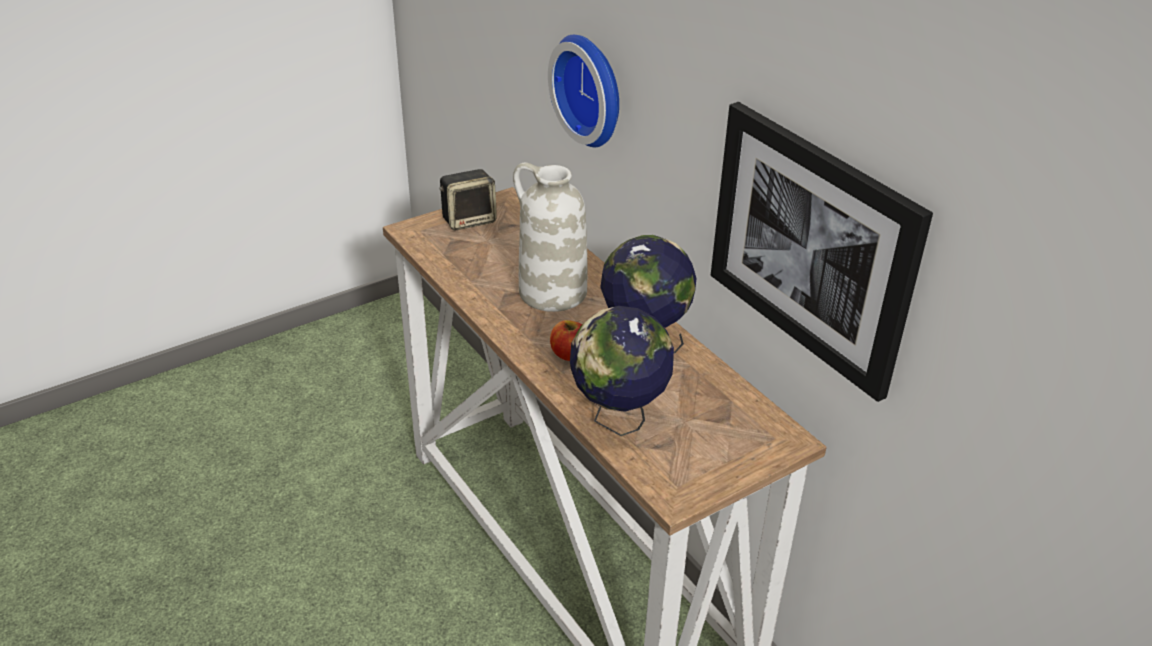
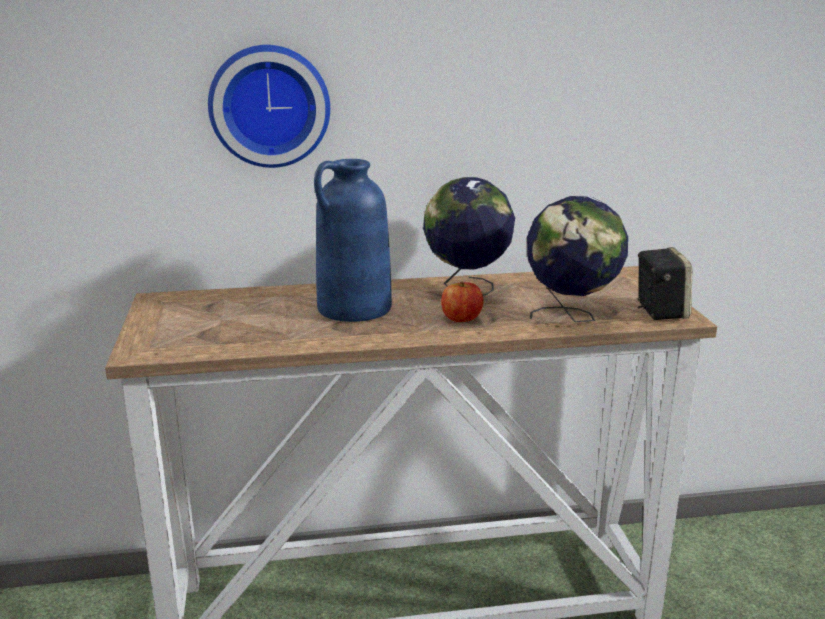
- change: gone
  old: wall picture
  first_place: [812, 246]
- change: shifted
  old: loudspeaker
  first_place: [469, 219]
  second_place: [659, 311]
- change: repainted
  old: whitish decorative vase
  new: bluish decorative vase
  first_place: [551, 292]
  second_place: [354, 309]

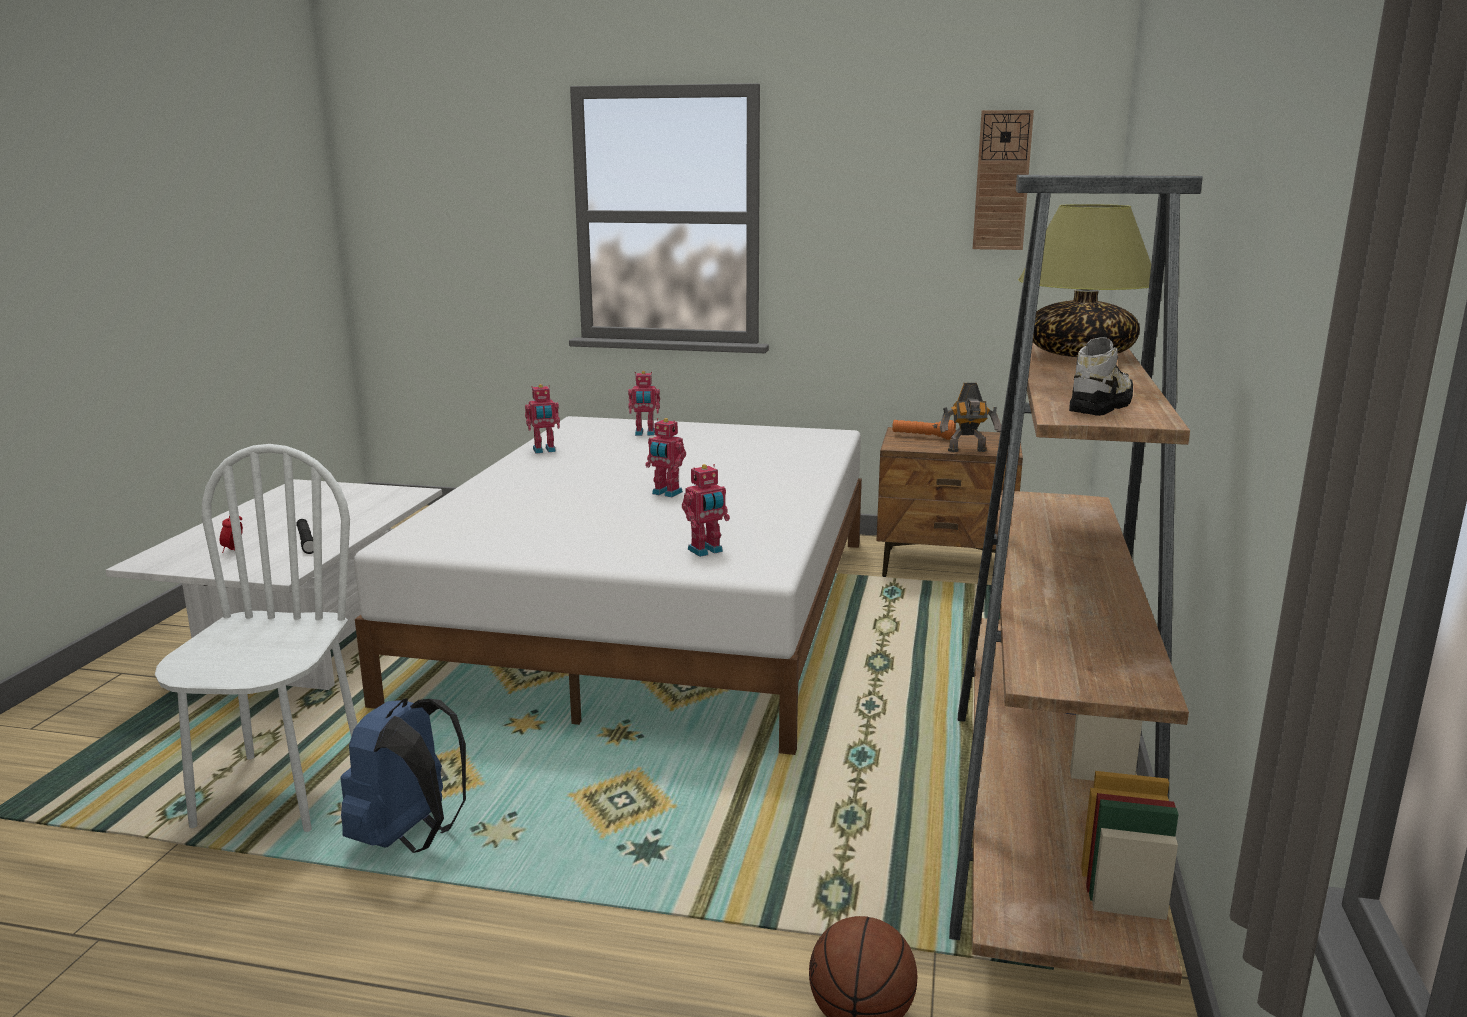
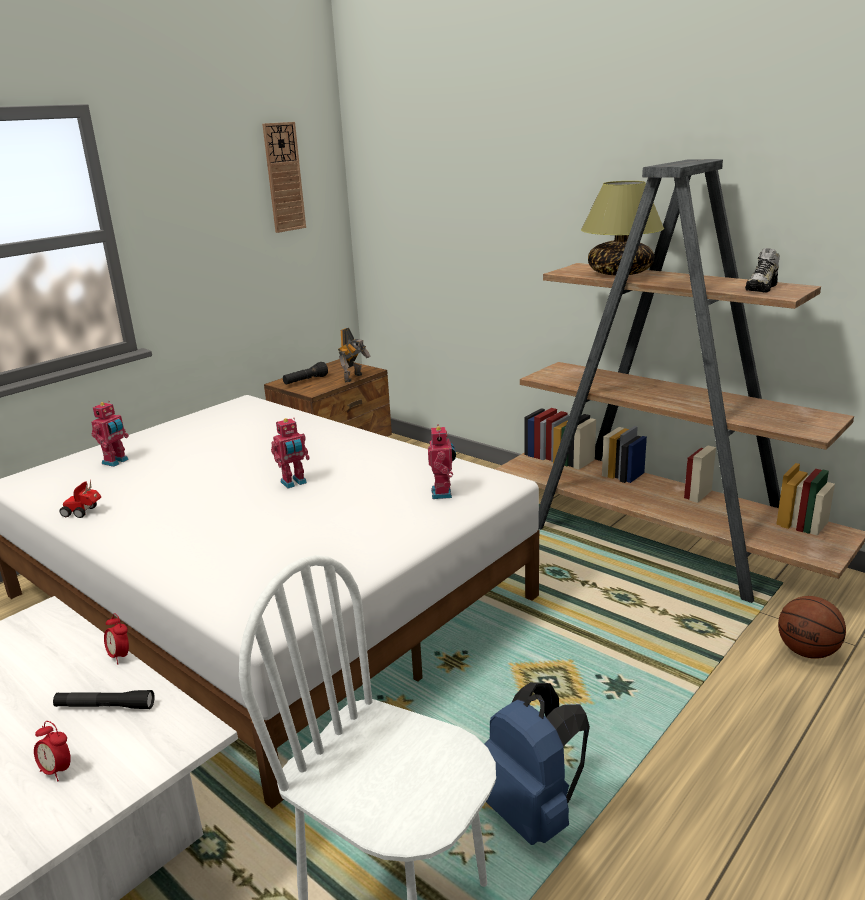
- change: new
  new: bedside clock
  second_place: [120, 656]
- change: swapped
  old: model robot
  new: miniature car
  first_place: [544, 450]
  second_place: [84, 512]
- change: repainted
  old: orange-coloured flashlight
  new: black-coloured flashlight
  first_place: [923, 437]
  second_place: [305, 381]
- change: rotated
  old: shoe
  first_place: [1100, 406]
  second_place: [761, 288]
  degrees: -120

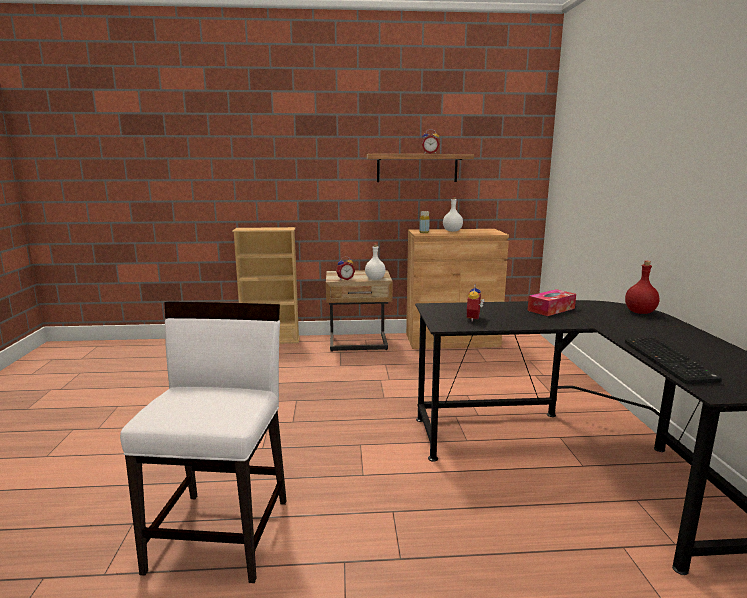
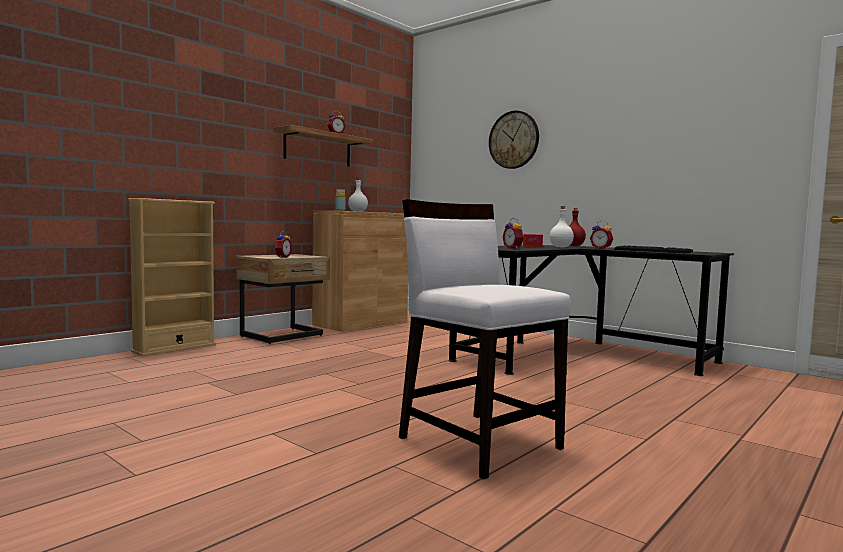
- change: new
  new: hanging clock
  second_place: [514, 140]
- change: new
  new: bedside clock
  second_place: [601, 249]
- change: shifted
  old: whitish bottle
  first_place: [375, 279]
  second_place: [561, 247]

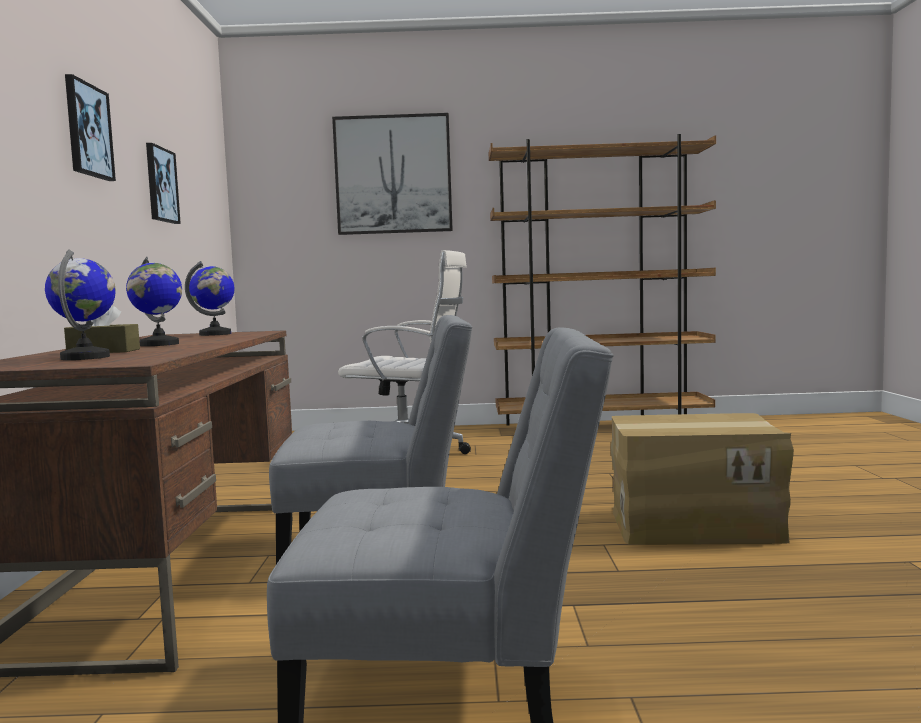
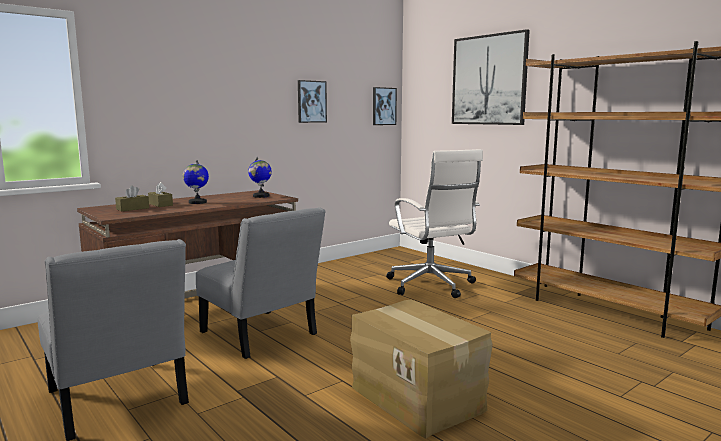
- change: shifted
  old: wall picture
  first_place: [88, 130]
  second_place: [383, 106]
- change: swapped
  old: globe
  new: brown-coloured tissue holder
  first_place: [86, 357]
  second_place: [132, 208]

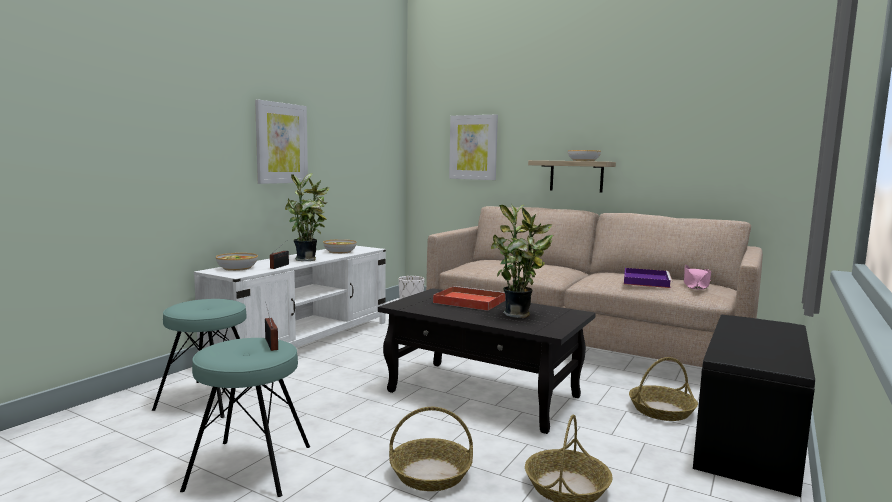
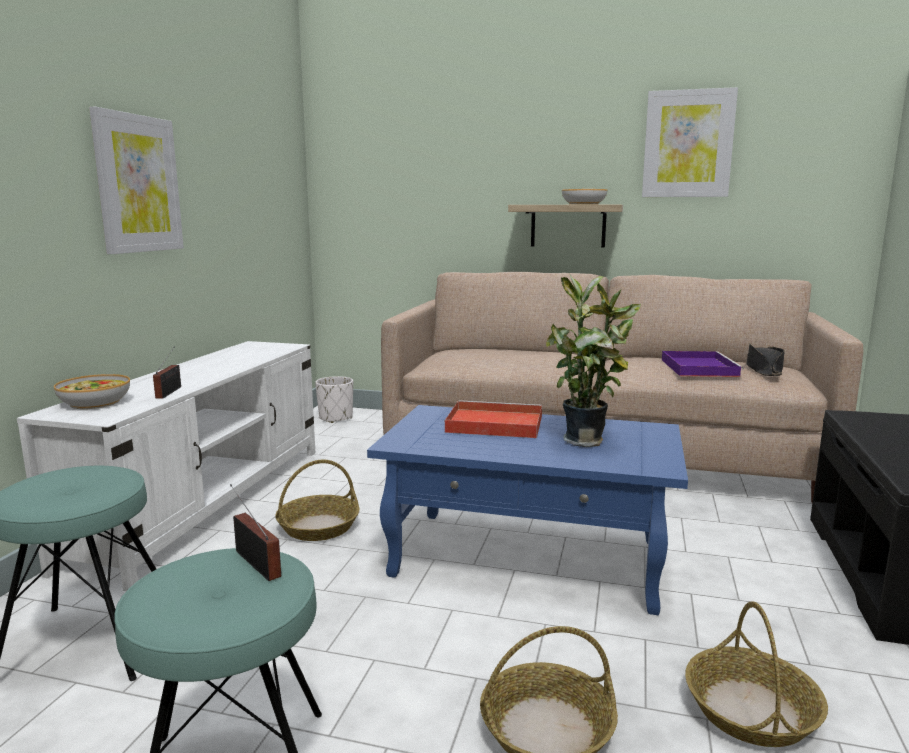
- change: gone
  old: plant in a pot
  first_place: [308, 259]
- change: gone
  old: bowl
  first_place: [339, 251]
- change: shifted
  old: wall picture
  first_place: [473, 147]
  second_place: [688, 144]
- change: shifted
  old: household basket
  first_place: [661, 410]
  second_place: [319, 527]
- change: repainted
  old: black-coloured low table
  new: bluish low table
  first_place: [485, 394]
  second_place: [530, 558]
- change: repainted
  old: pinkish wearable hat
  new: black-coloured wearable hat
  first_place: [696, 285]
  second_place: [763, 369]

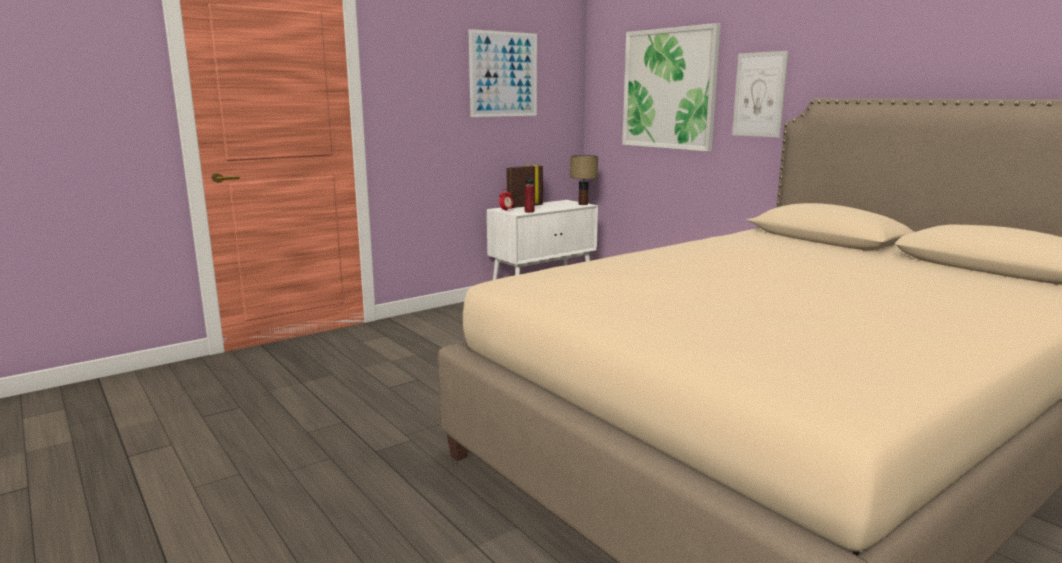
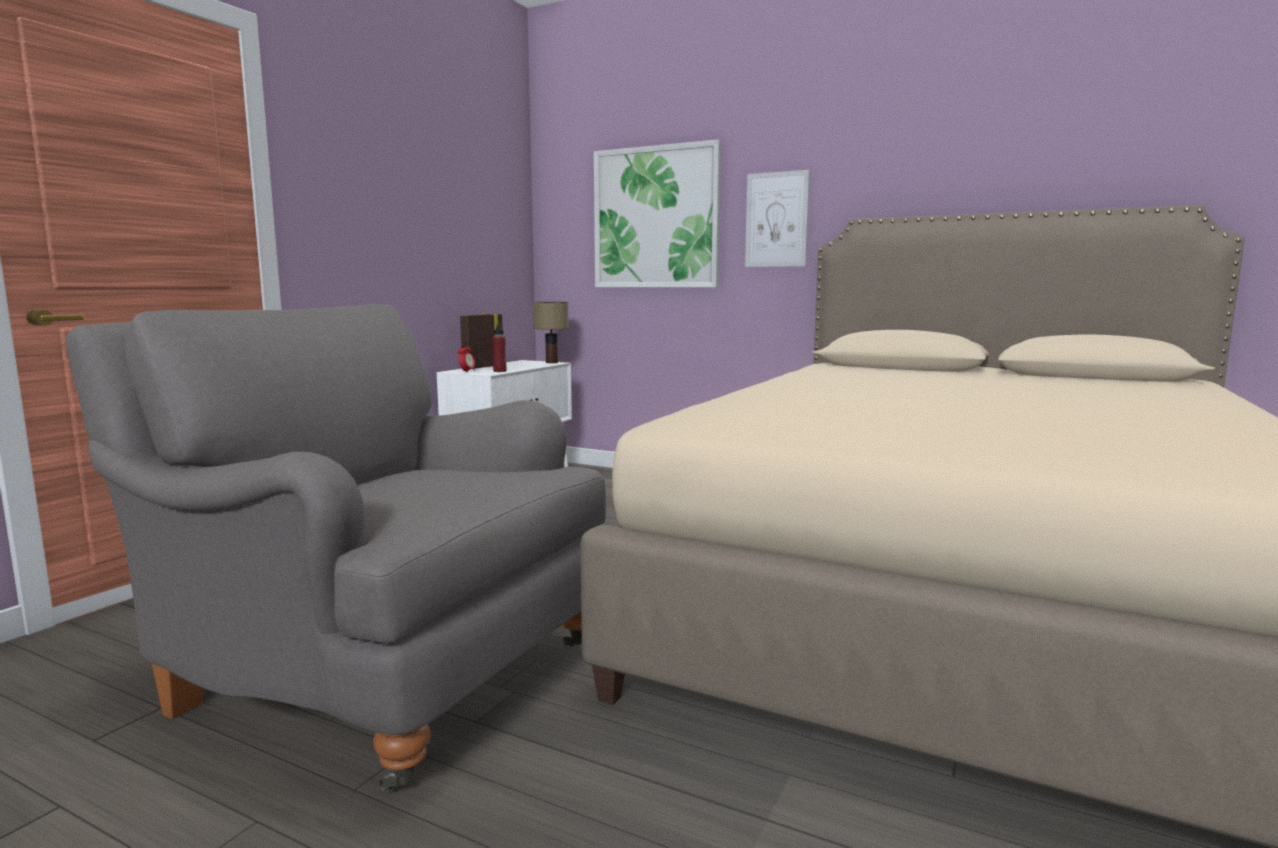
- change: gone
  old: wall picture
  first_place: [503, 74]
- change: new
  new: greyish easy chair
  second_place: [377, 671]

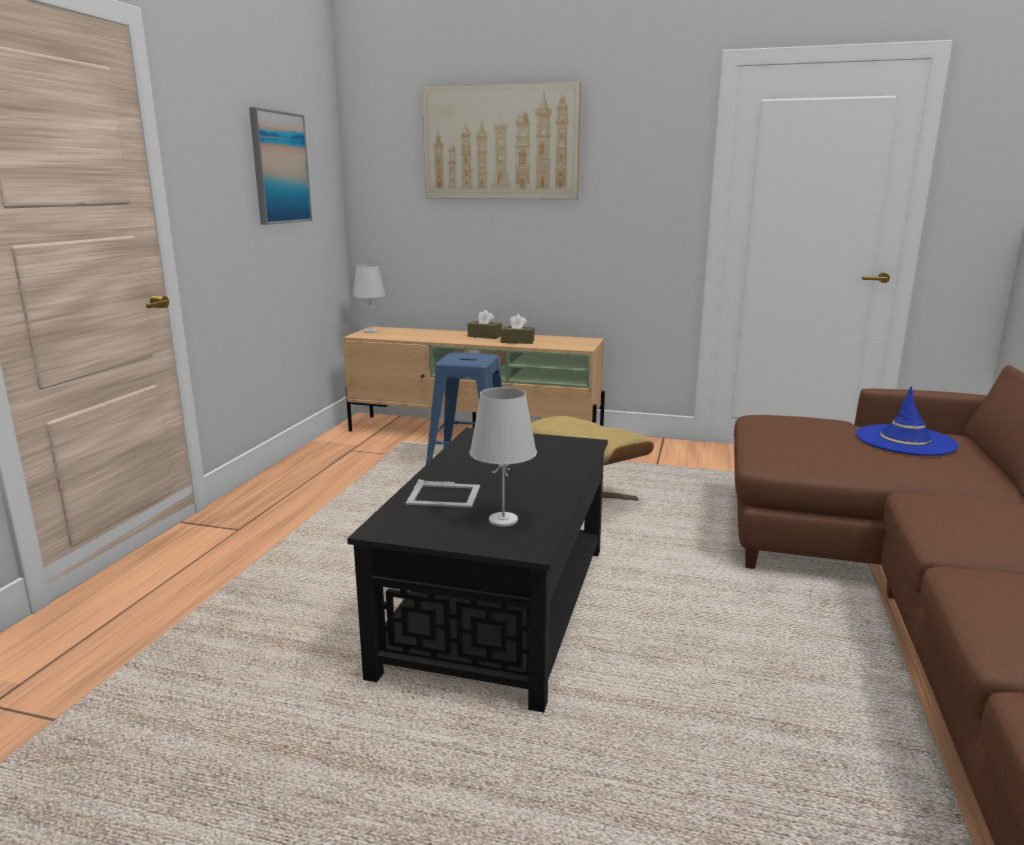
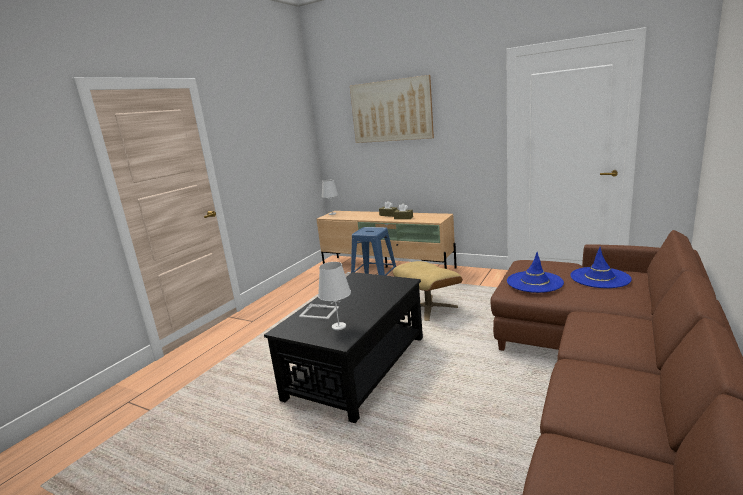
- change: gone
  old: wall picture
  first_place: [279, 168]
- change: new
  new: bluish wearable hat
  second_place: [534, 282]

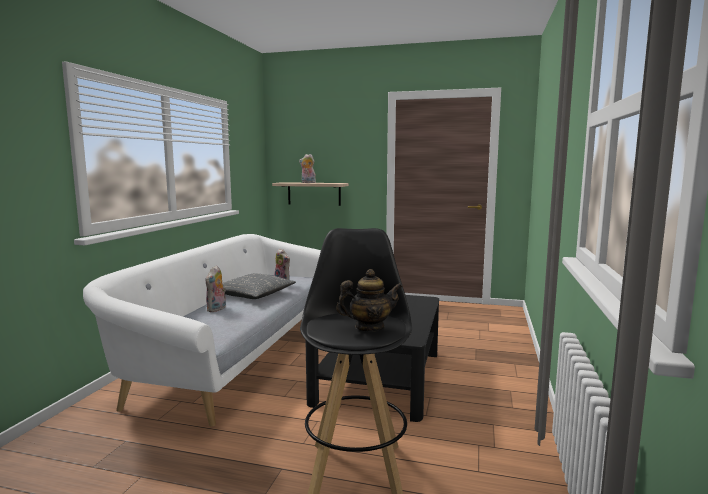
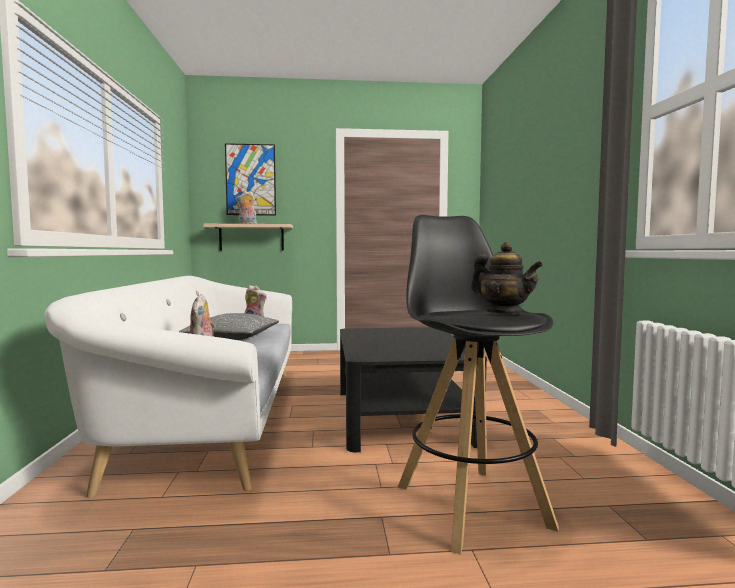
- change: new
  new: wall picture
  second_place: [250, 180]
- change: rotated
  old: tea pot
  first_place: [369, 328]
  second_place: [504, 313]
  degrees: 75

